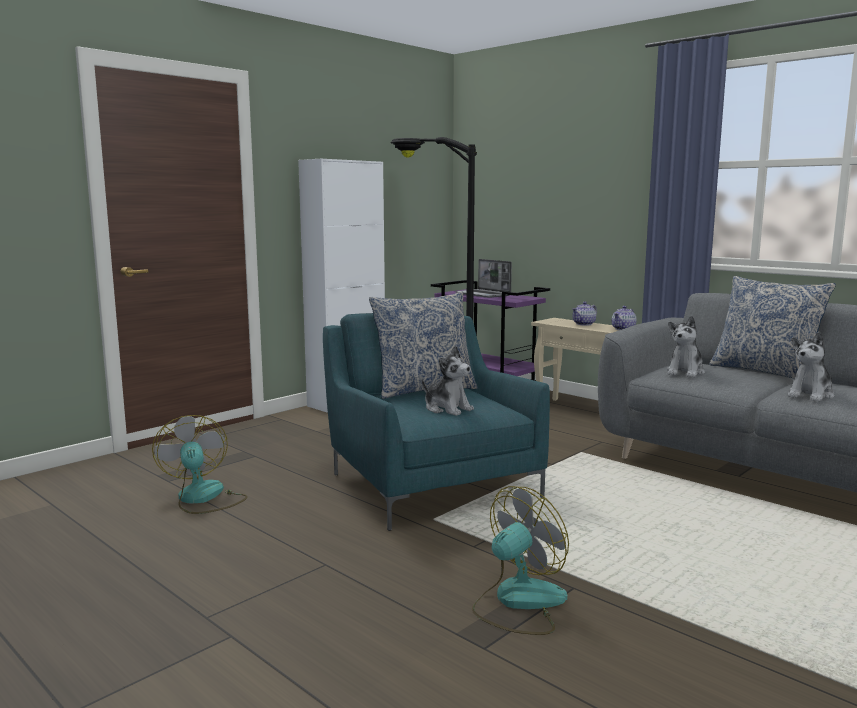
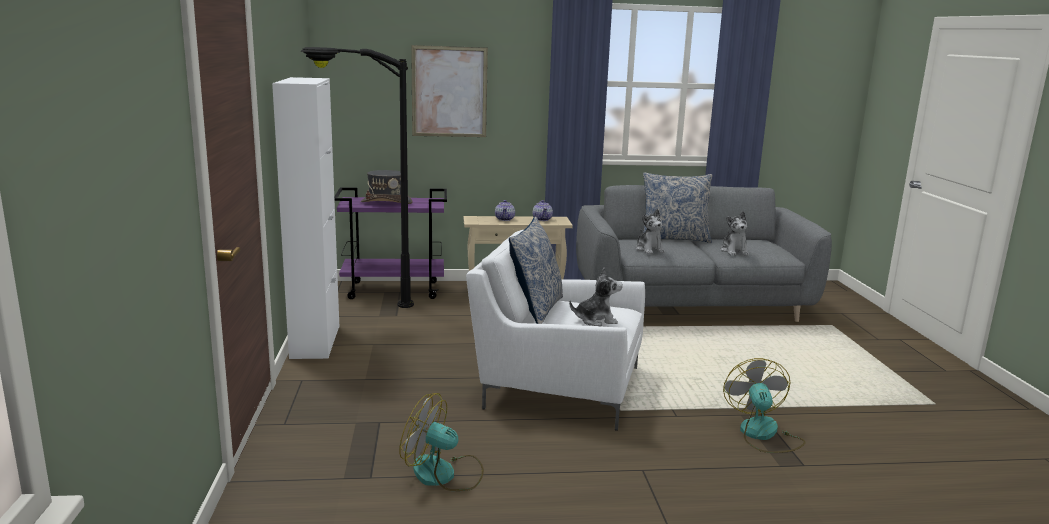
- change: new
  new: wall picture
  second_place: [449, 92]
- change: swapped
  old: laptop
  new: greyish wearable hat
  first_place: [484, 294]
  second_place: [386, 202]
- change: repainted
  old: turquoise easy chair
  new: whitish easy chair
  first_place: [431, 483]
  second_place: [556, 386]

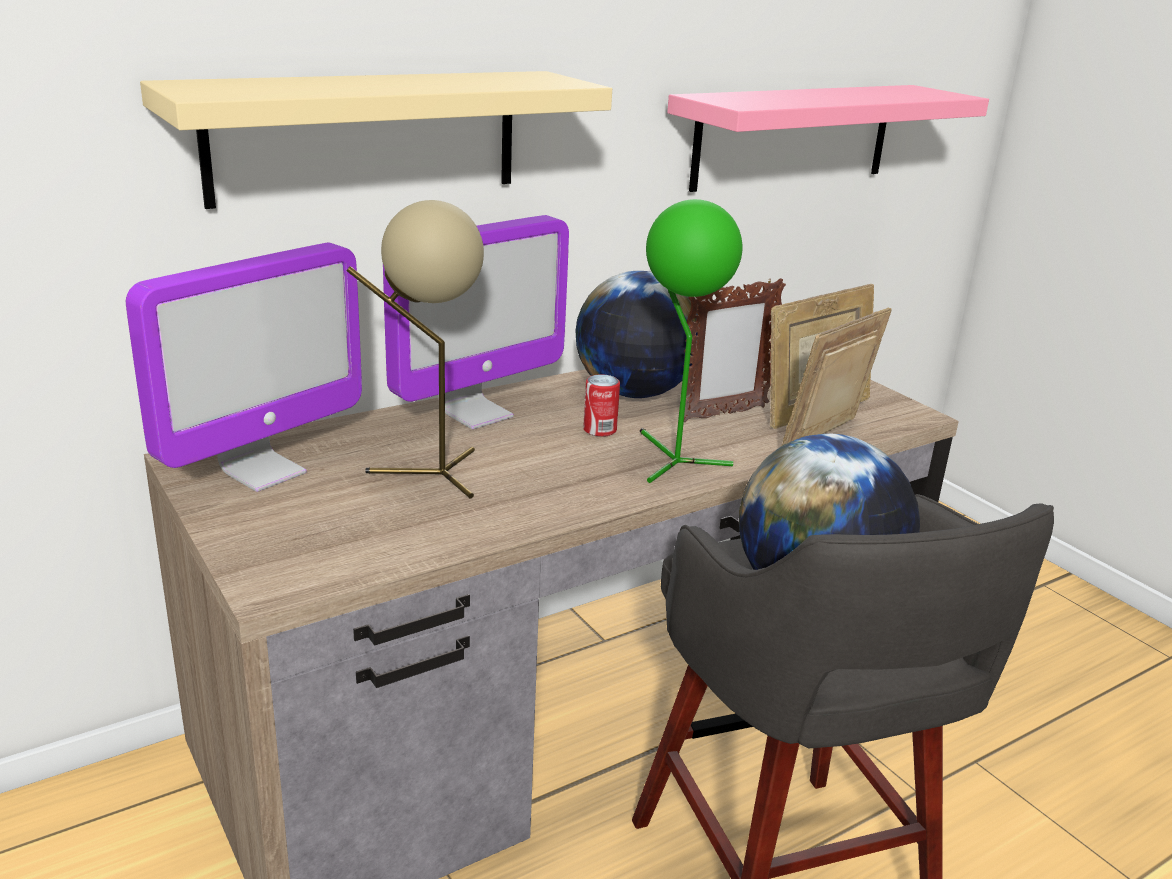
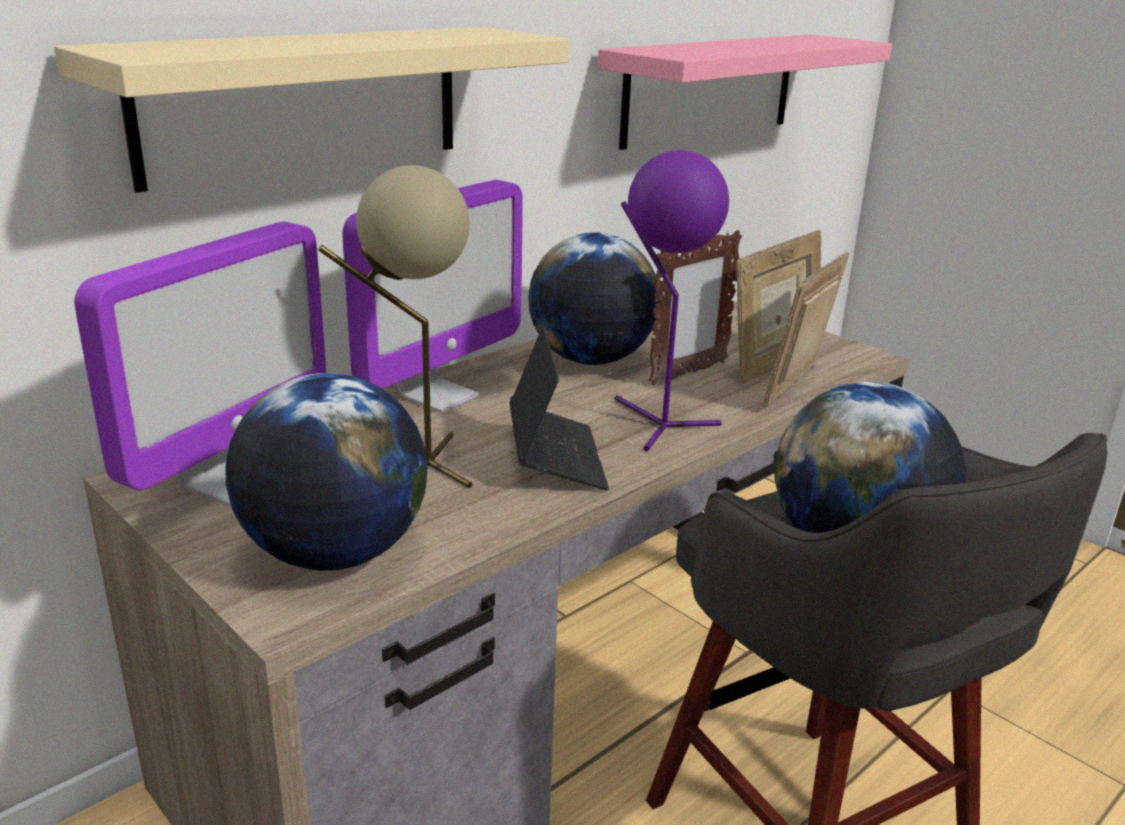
- change: gone
  old: can
  first_place: [600, 430]
- change: new
  new: globe
  second_place: [334, 554]
- change: new
  new: laptop
  second_place: [555, 458]
- change: repainted
  old: greenish lamp for a table
  new: purplish lamp for a table
  first_place: [671, 458]
  second_place: [657, 423]

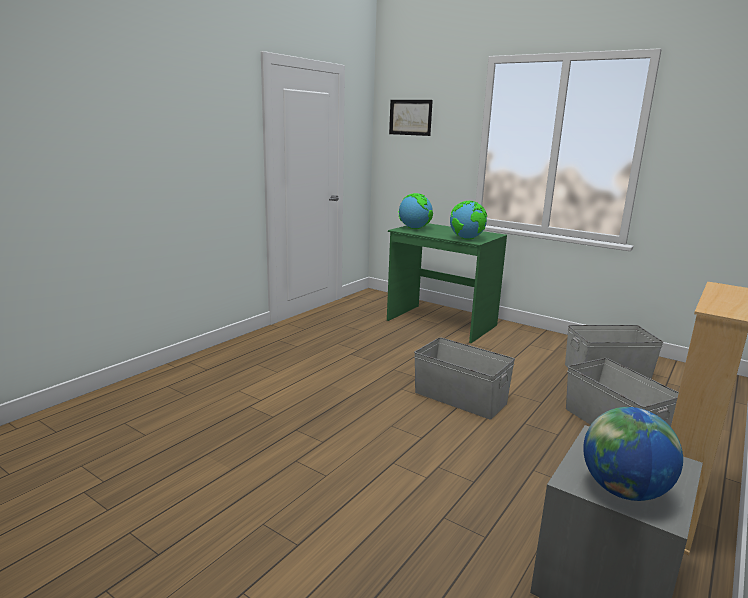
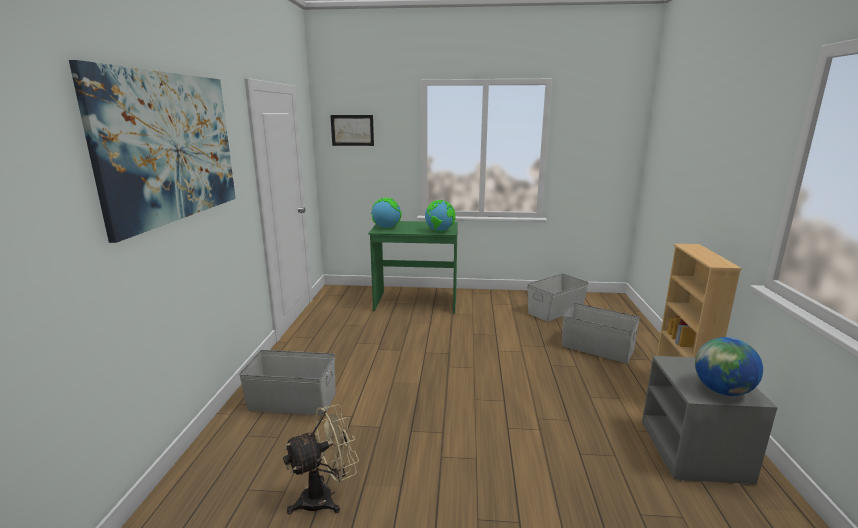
- change: new
  new: wall picture
  second_place: [170, 147]
- change: new
  new: beige cooling fan
  second_place: [325, 497]
- change: shifted
  old: greyish storage container
  first_place: [460, 397]
  second_place: [292, 401]

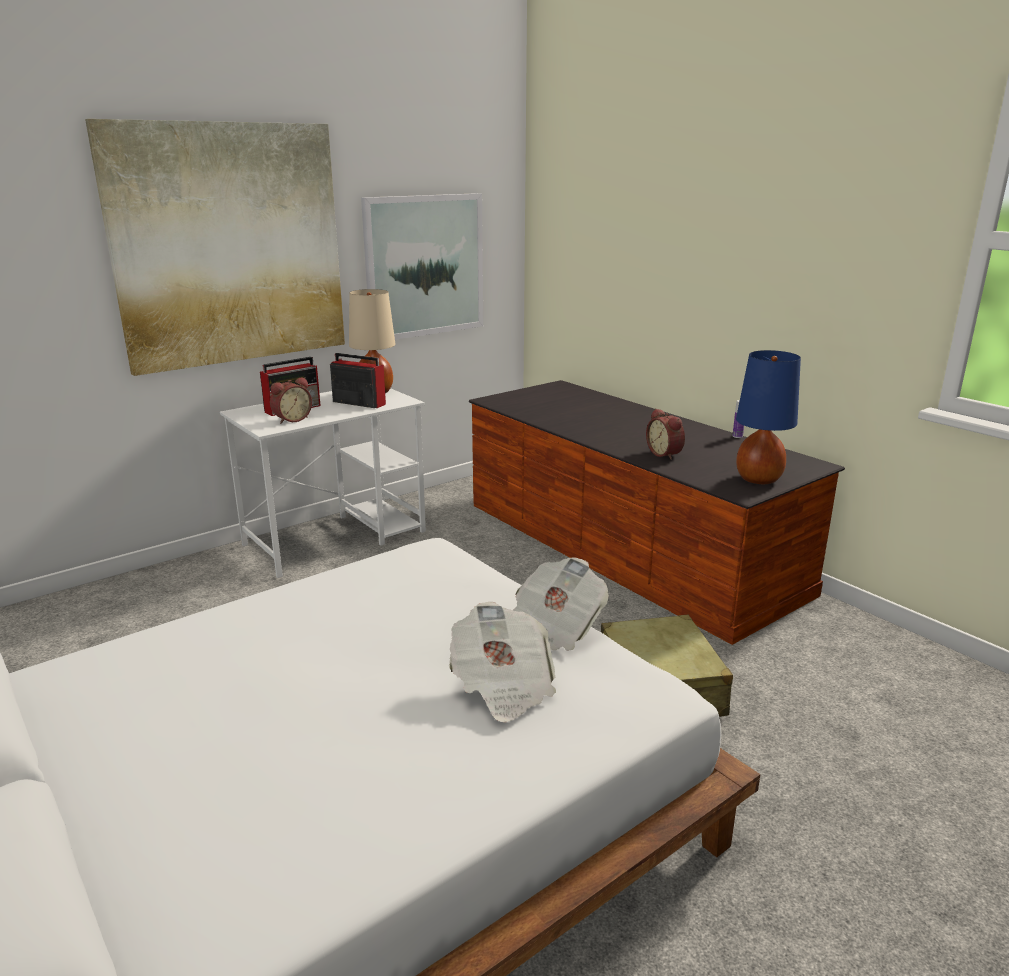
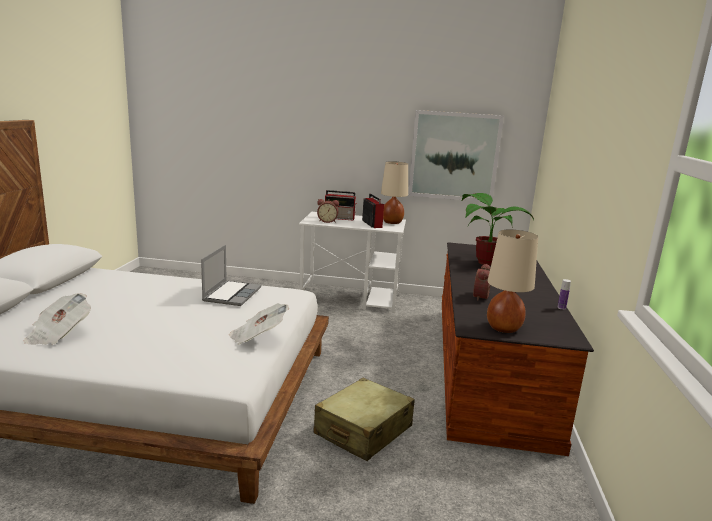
- change: gone
  old: wall picture
  first_place: [229, 245]
- change: new
  new: laptop
  second_place: [232, 294]
- change: new
  new: plant in a pot
  second_place: [483, 262]
- change: shifted
  old: newspaper
  first_place: [502, 686]
  second_place: [59, 334]
- change: repainted
  old: bluish lamp for a table
  new: beige lamp for a table
  first_place: [758, 479]
  second_place: [503, 328]

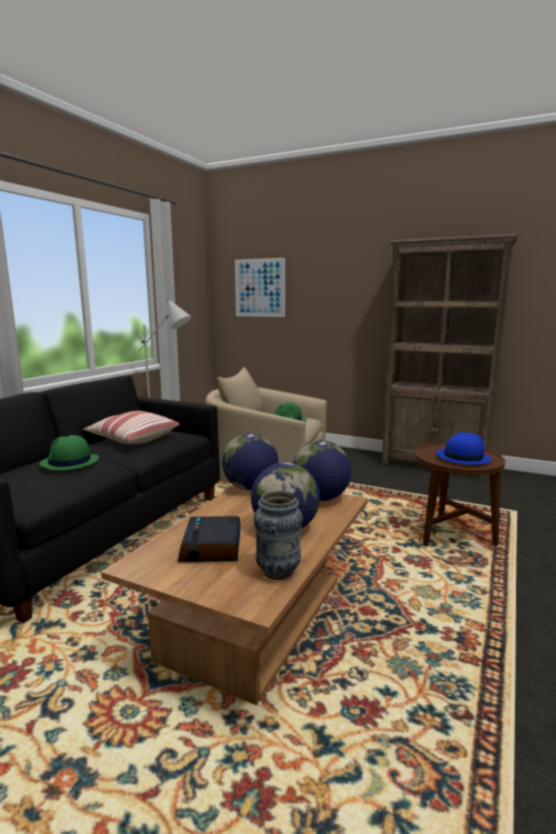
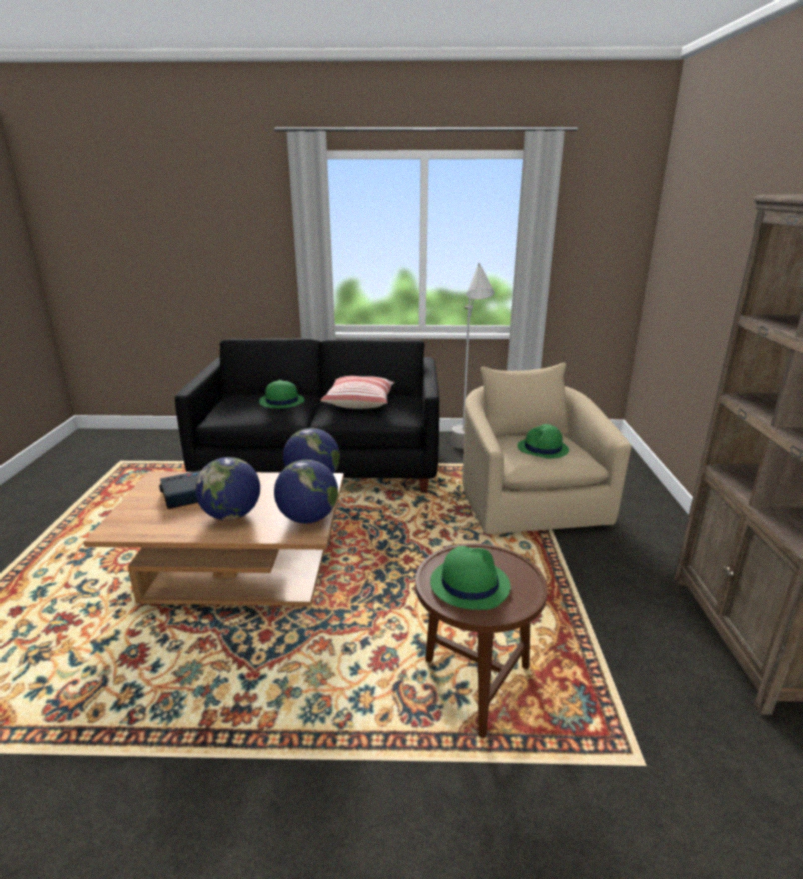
- change: gone
  old: wall picture
  first_place: [260, 288]
- change: gone
  old: decorative vase
  first_place: [278, 572]
- change: repainted
  old: bluish wearable hat
  new: greenish wearable hat
  first_place: [462, 457]
  second_place: [469, 584]

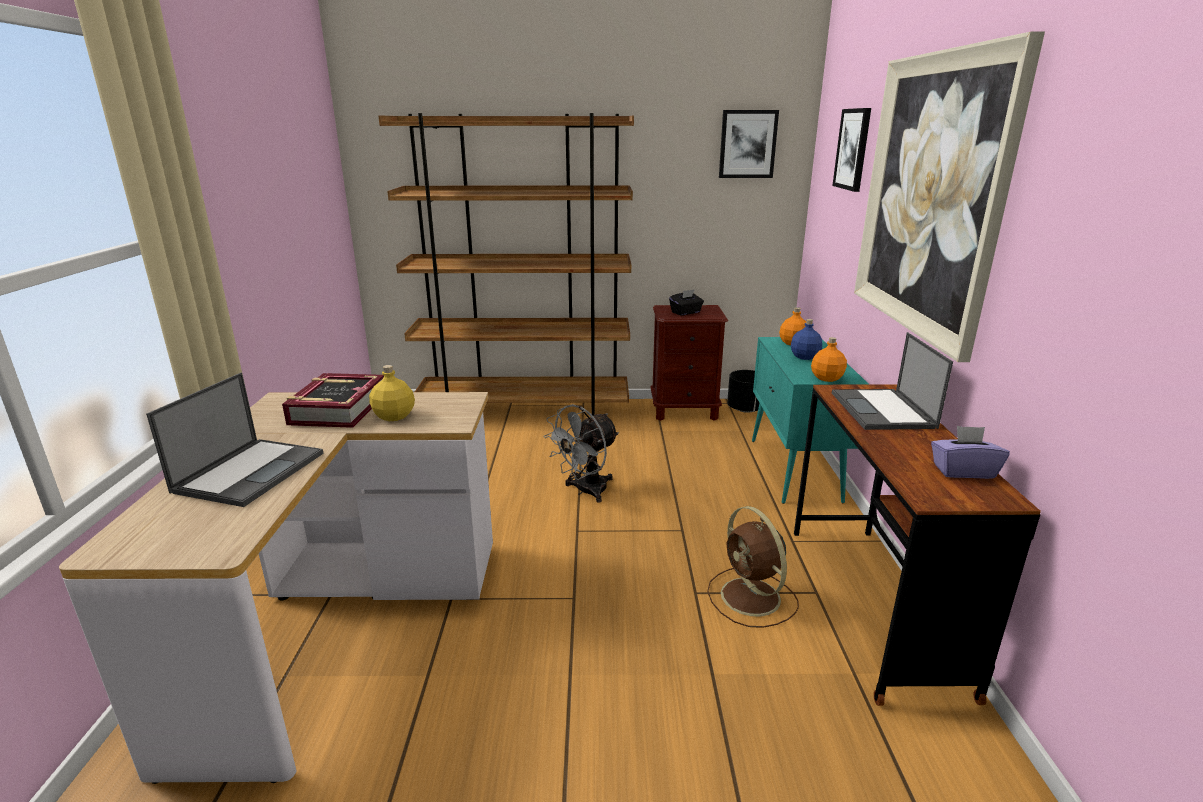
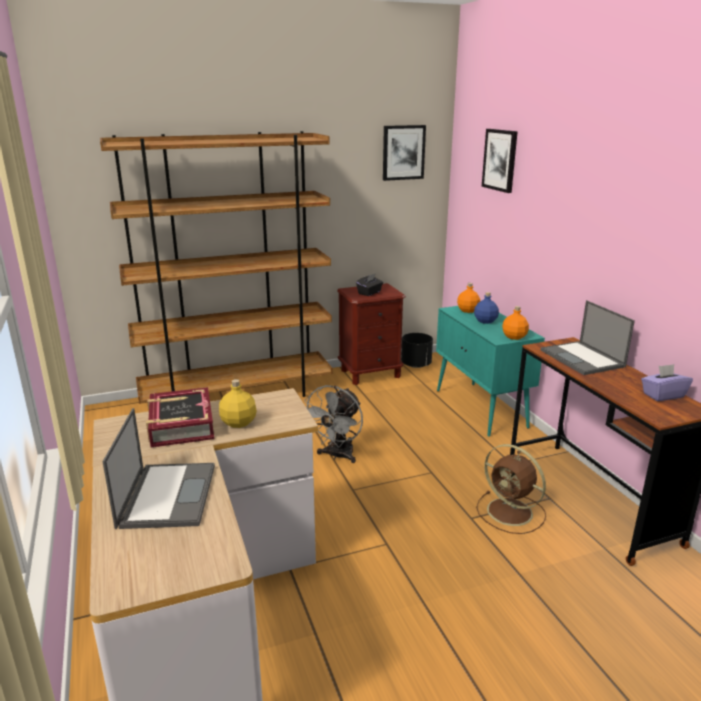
- change: gone
  old: wall picture
  first_place: [931, 195]

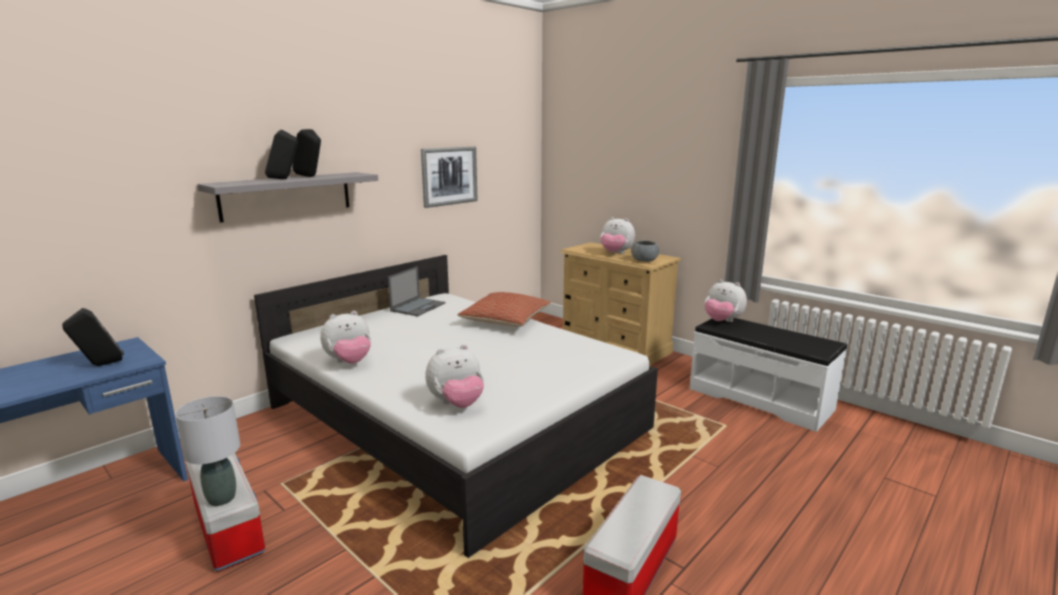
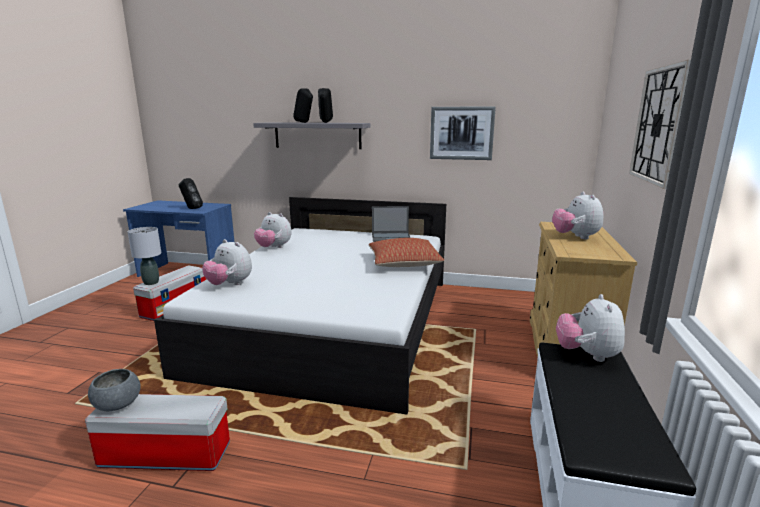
- change: new
  new: hanging clock
  second_place: [659, 125]
- change: shifted
  old: greyish bowl
  first_place: [644, 261]
  second_place: [117, 404]

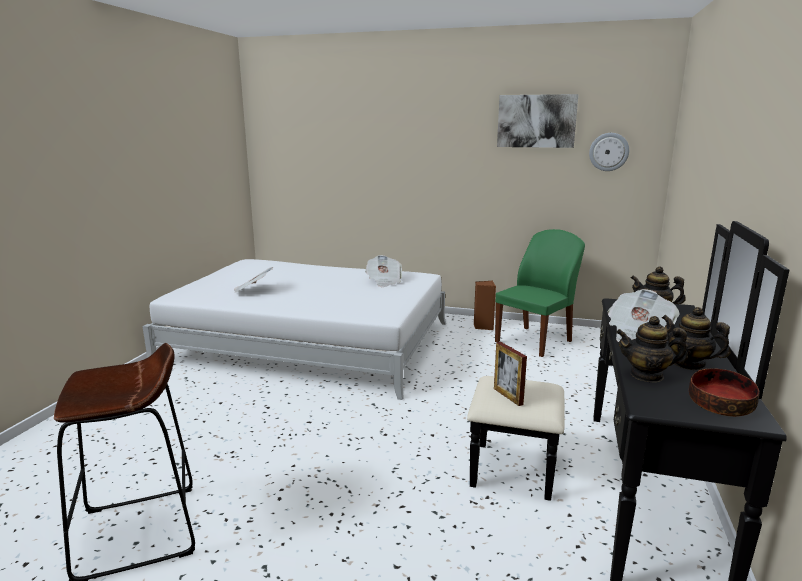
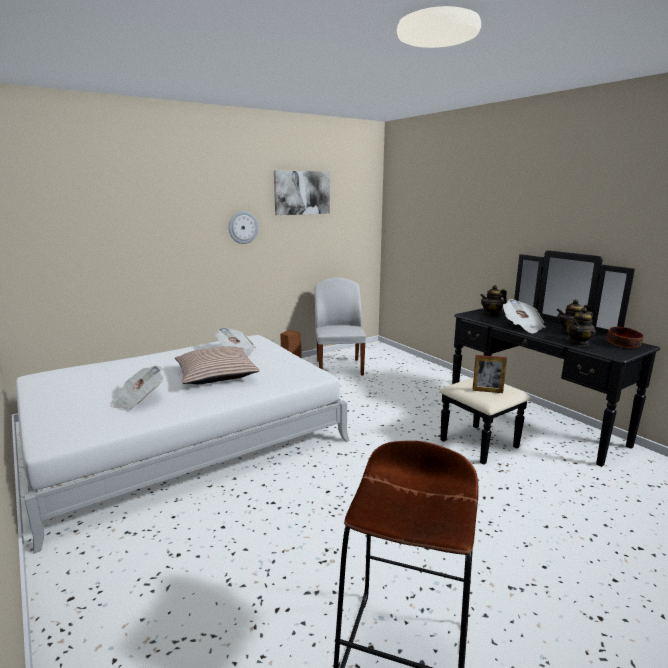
- change: new
  new: throw pillow
  second_place: [216, 374]
- change: shifted
  old: hanging clock
  first_place: [608, 152]
  second_place: [243, 227]
- change: repainted
  old: greenish plain chair
  new: whitish plain chair
  first_place: [535, 341]
  second_place: [339, 367]

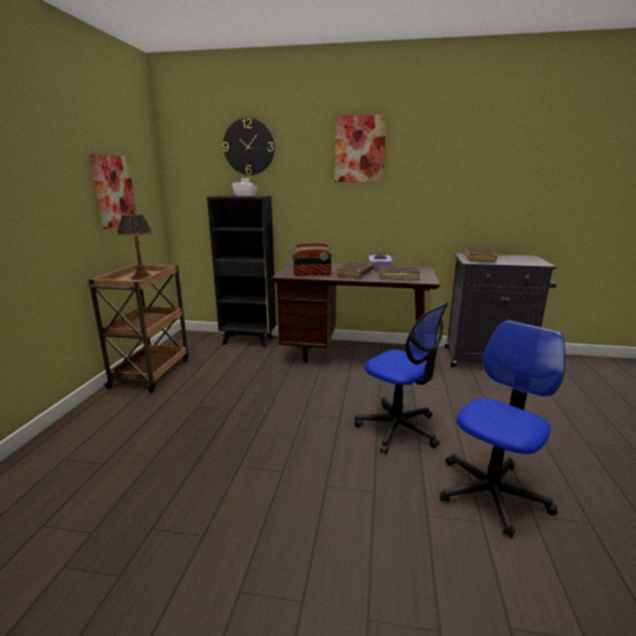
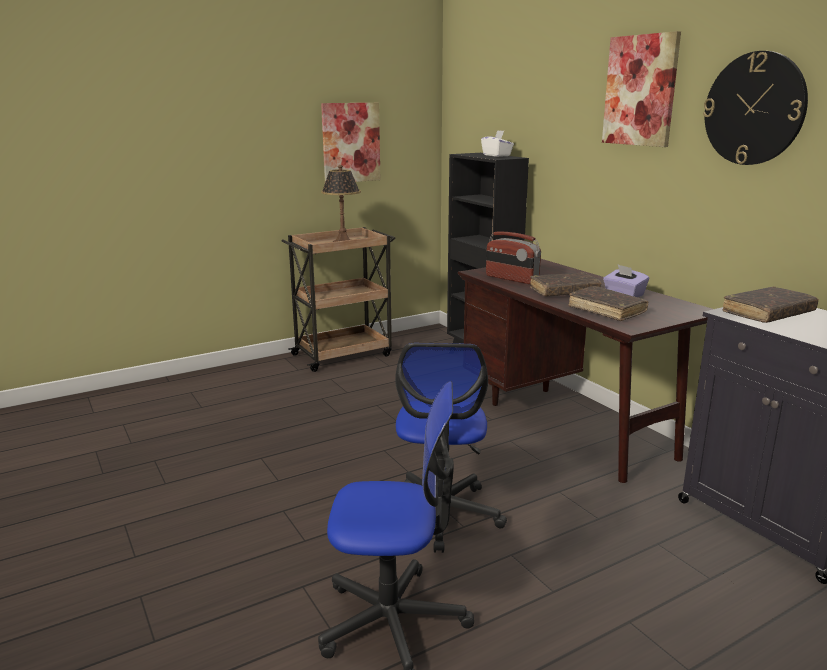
- change: shifted
  old: hanging clock
  first_place: [249, 147]
  second_place: [754, 109]

